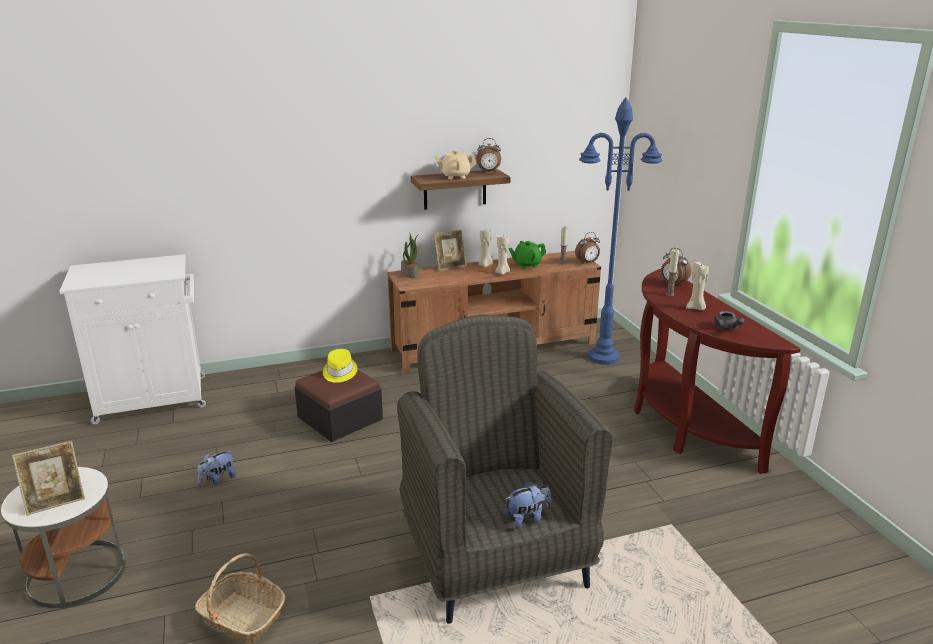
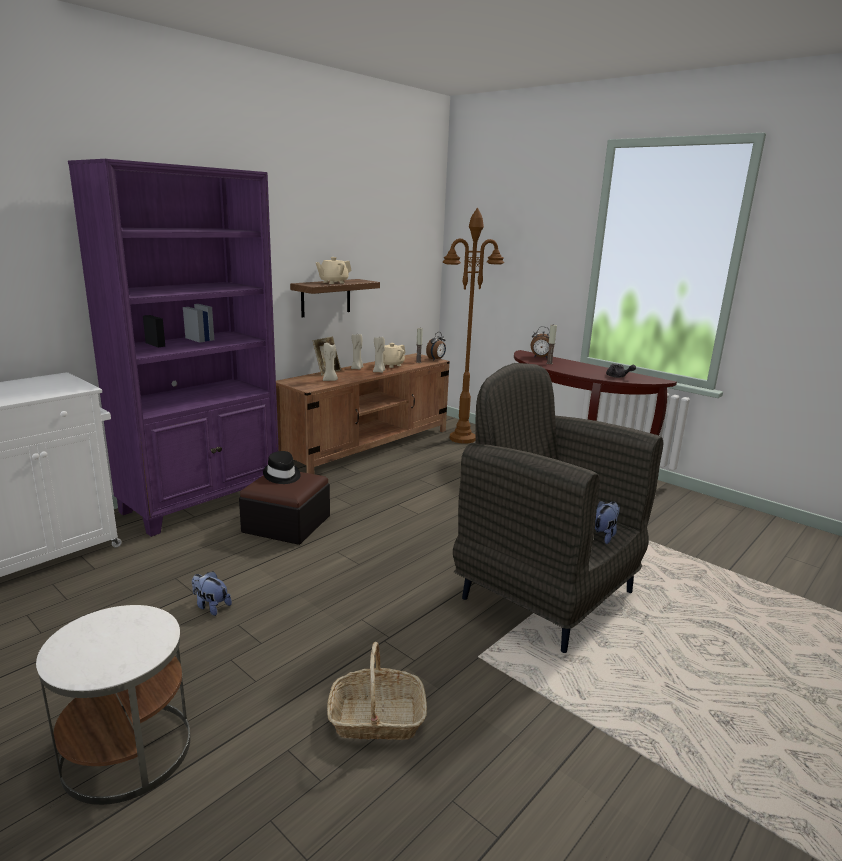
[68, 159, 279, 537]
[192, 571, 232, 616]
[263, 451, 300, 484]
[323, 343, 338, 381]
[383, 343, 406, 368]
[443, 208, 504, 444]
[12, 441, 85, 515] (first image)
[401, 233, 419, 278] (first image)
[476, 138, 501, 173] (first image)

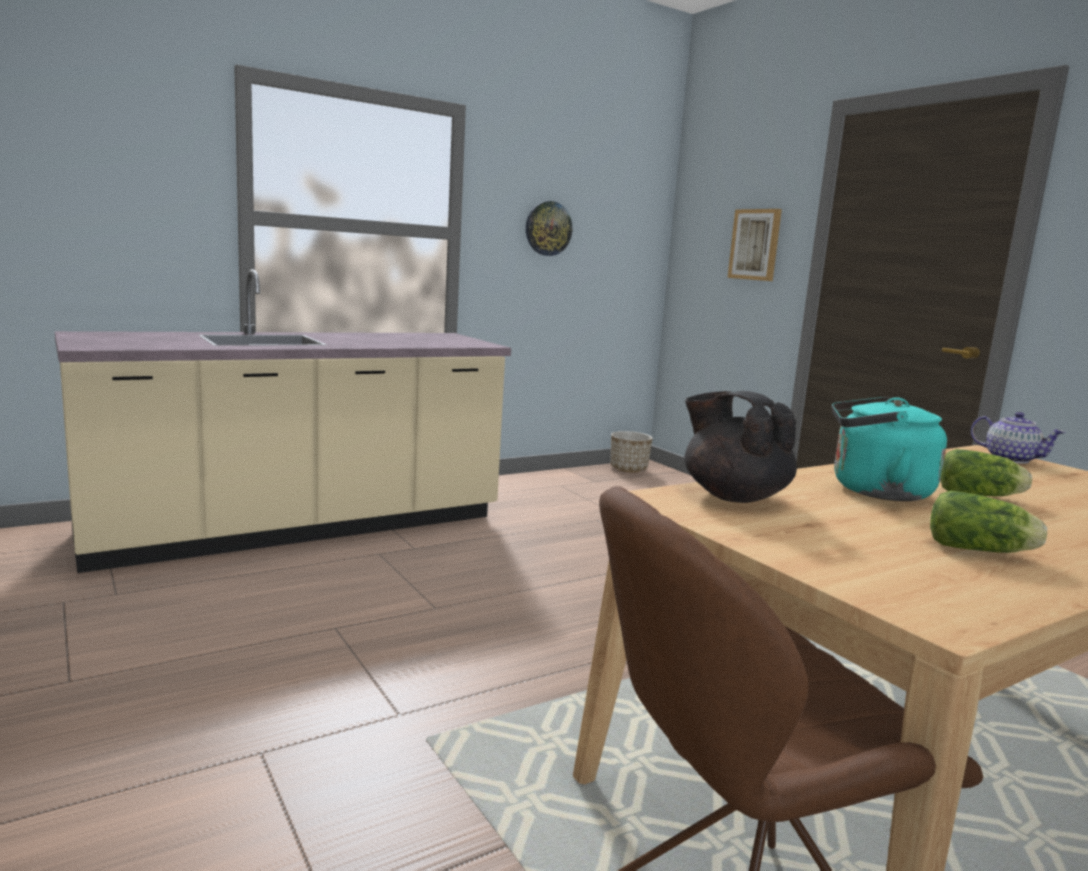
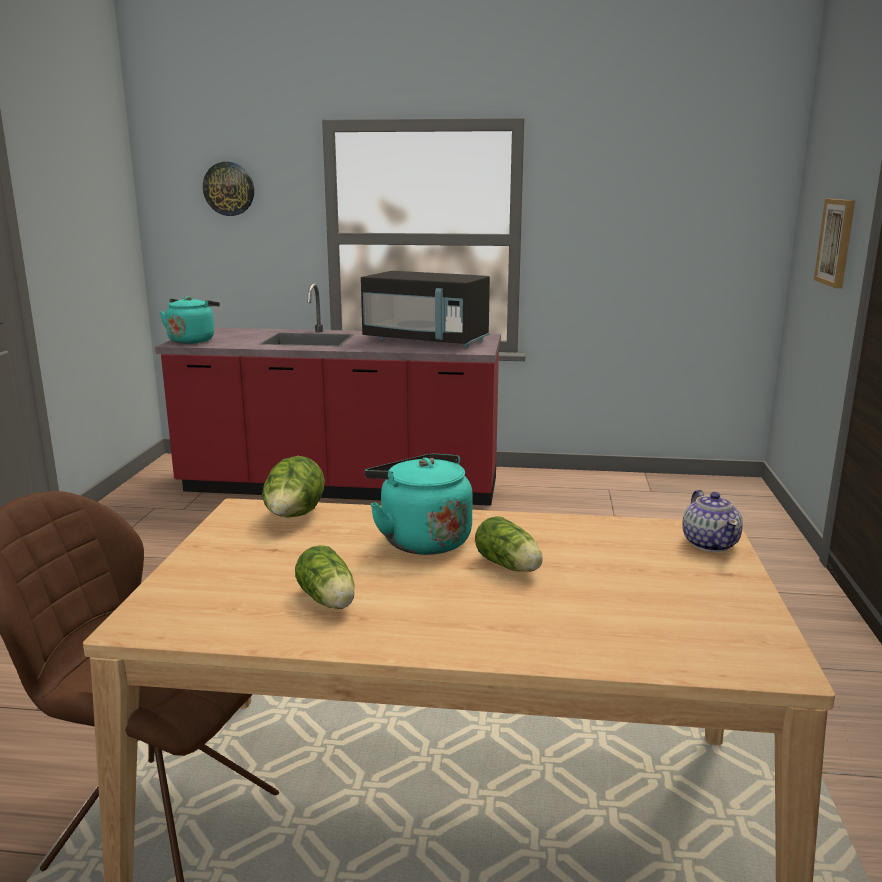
[155, 283, 501, 506]
[159, 296, 220, 344]
[203, 162, 254, 216]
[262, 456, 325, 518]
[361, 271, 490, 348]
[611, 431, 653, 472] (first image)

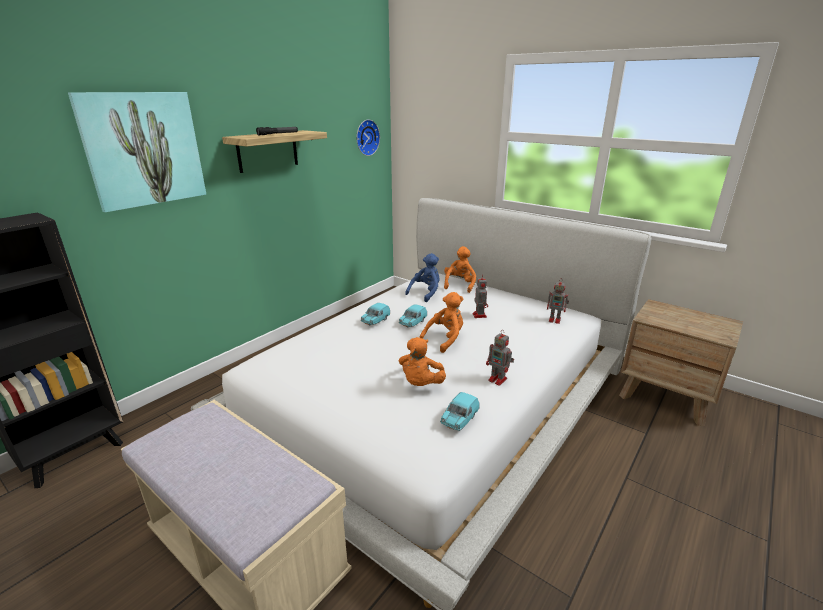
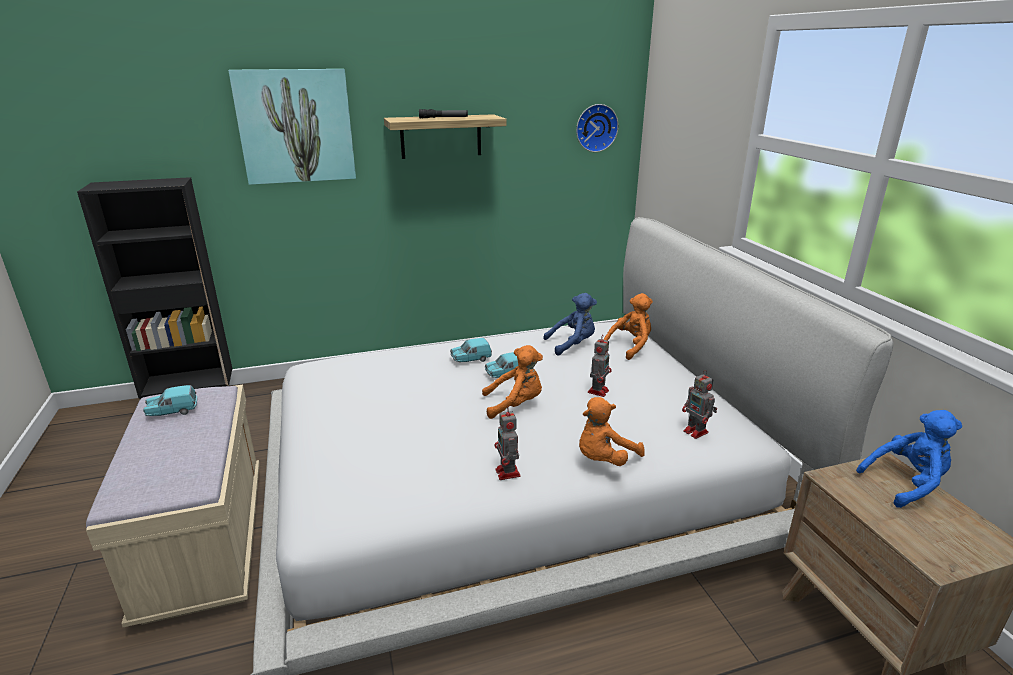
[143, 385, 197, 416]
[579, 397, 645, 466]
[856, 410, 962, 508]

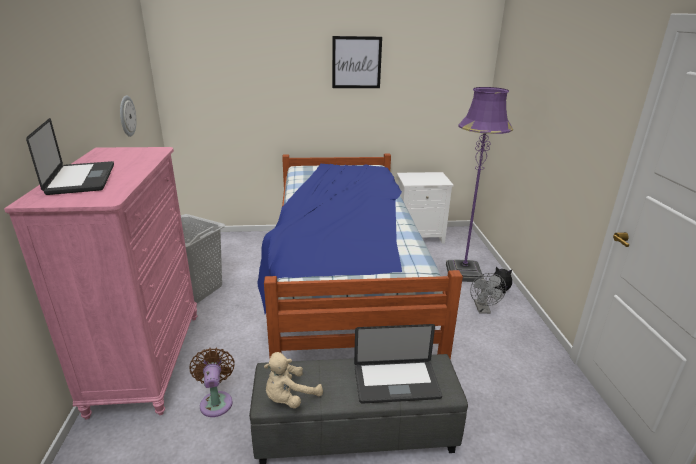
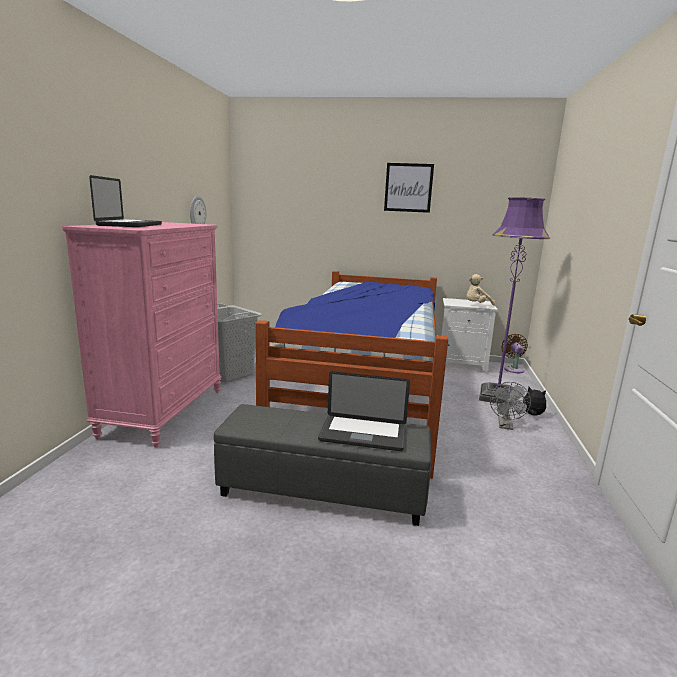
[466, 274, 495, 306]
[501, 334, 528, 373]

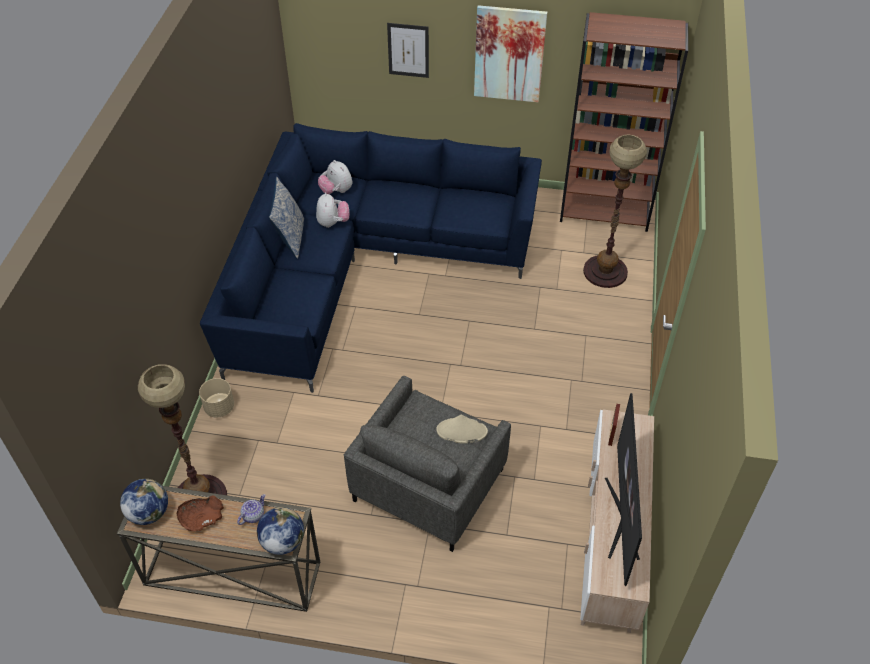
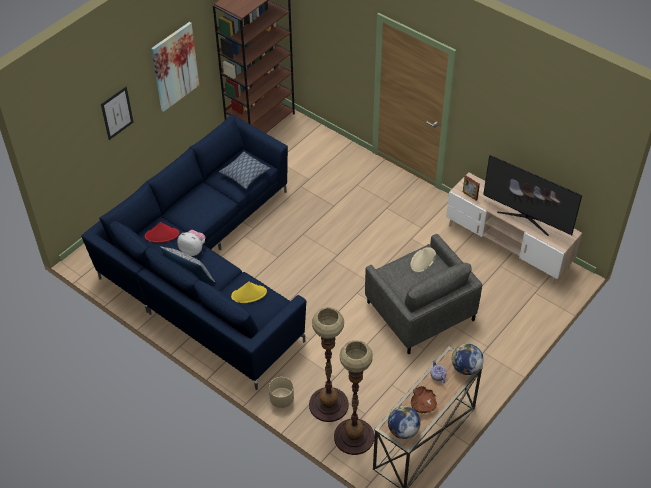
[145, 222, 179, 243]
[219, 152, 271, 189]
[231, 281, 267, 303]
[309, 308, 349, 422]

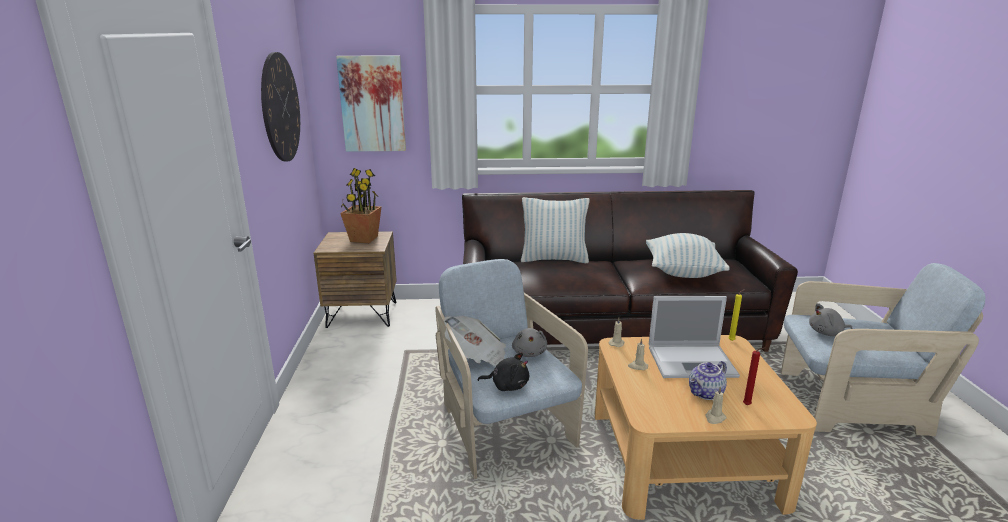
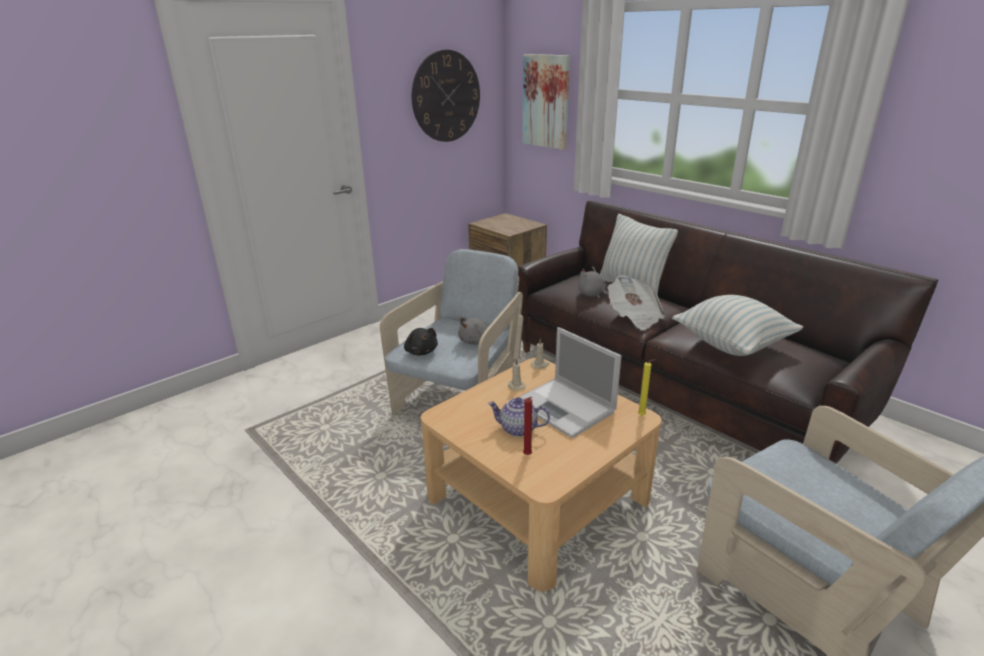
[578, 266, 609, 298]
[608, 275, 665, 330]
[340, 168, 381, 243] (first image)
[705, 386, 727, 424] (first image)

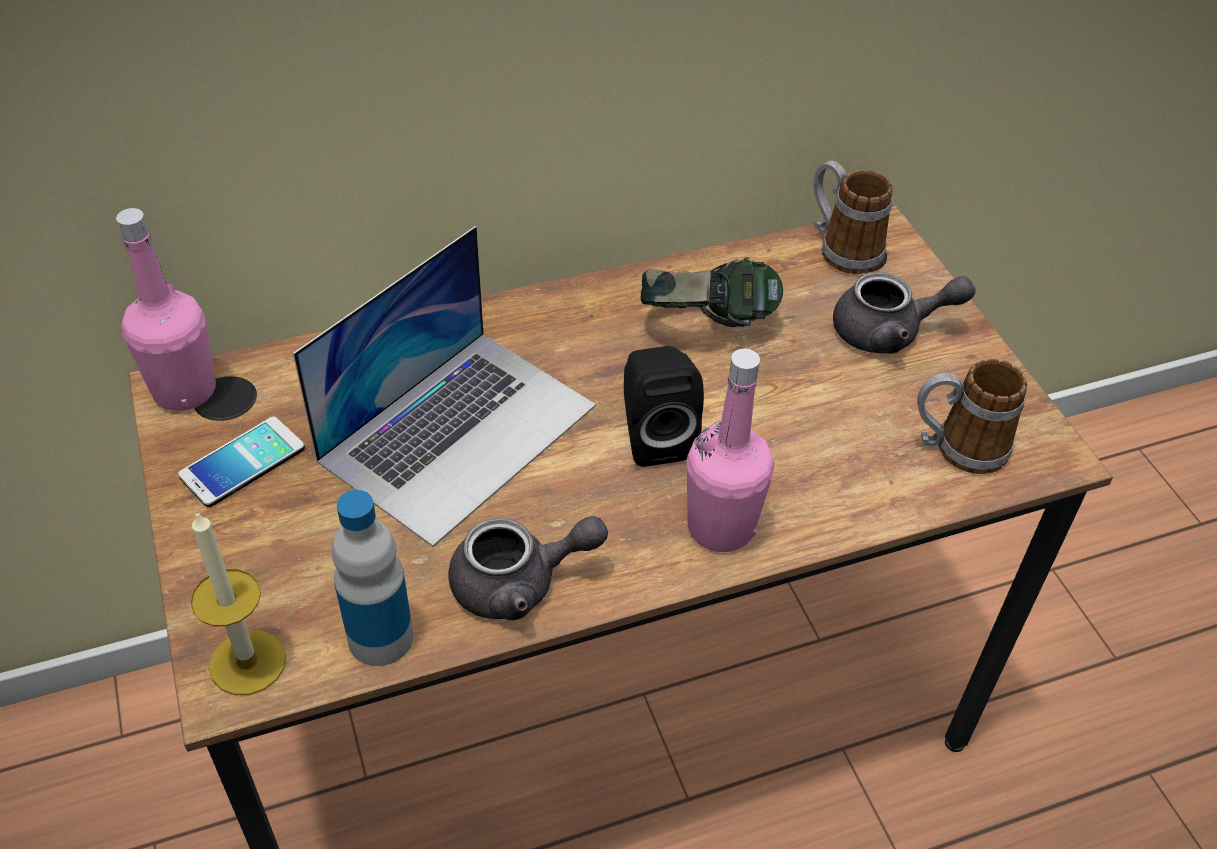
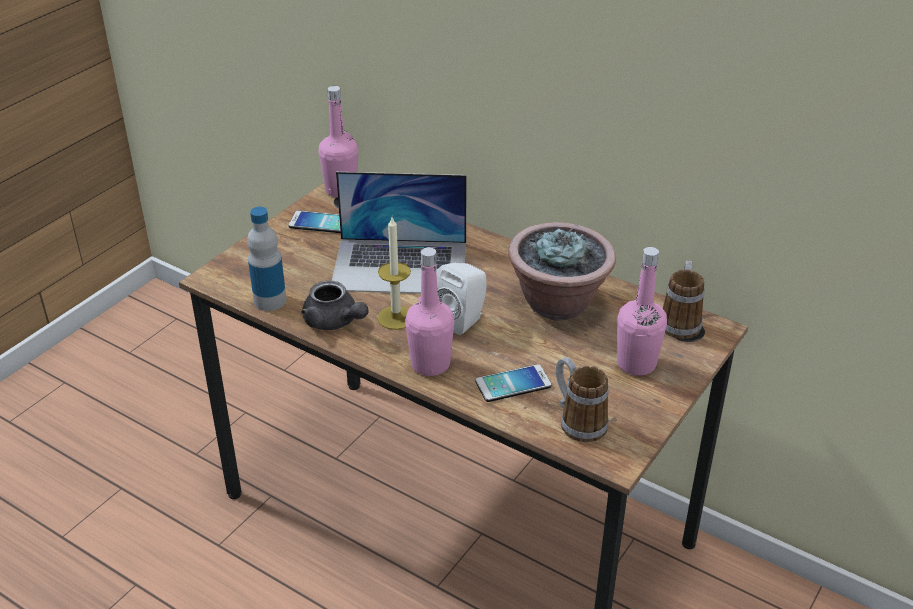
[378, 217, 411, 330]
[437, 263, 487, 335]
[476, 364, 551, 402]
[509, 222, 616, 321]
[617, 247, 667, 376]

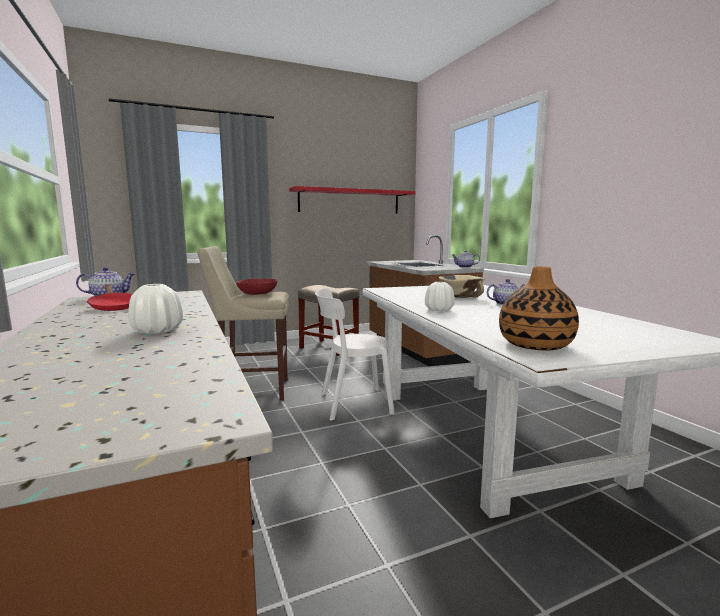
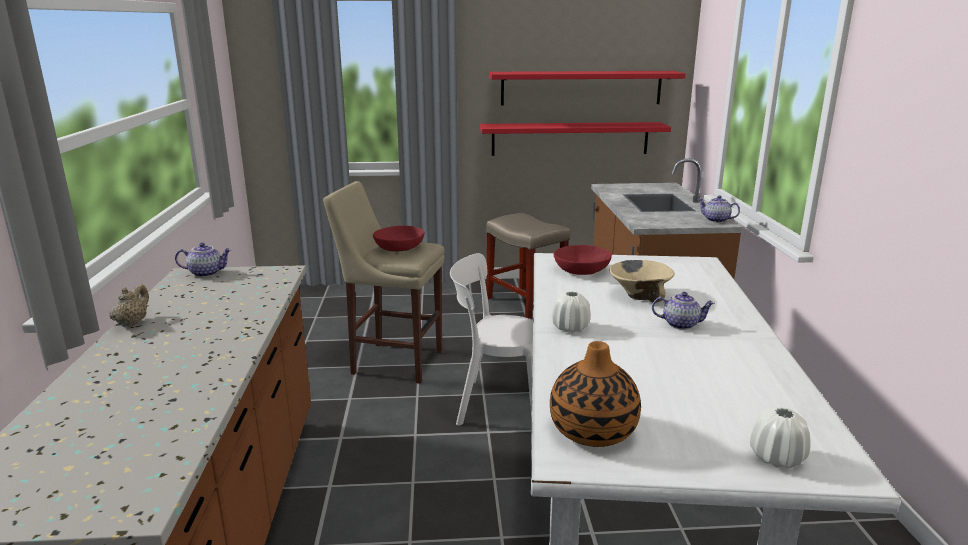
[109, 284, 149, 327]
[480, 122, 671, 156]
[554, 245, 612, 275]
[750, 407, 811, 468]
[87, 285, 132, 311] (first image)

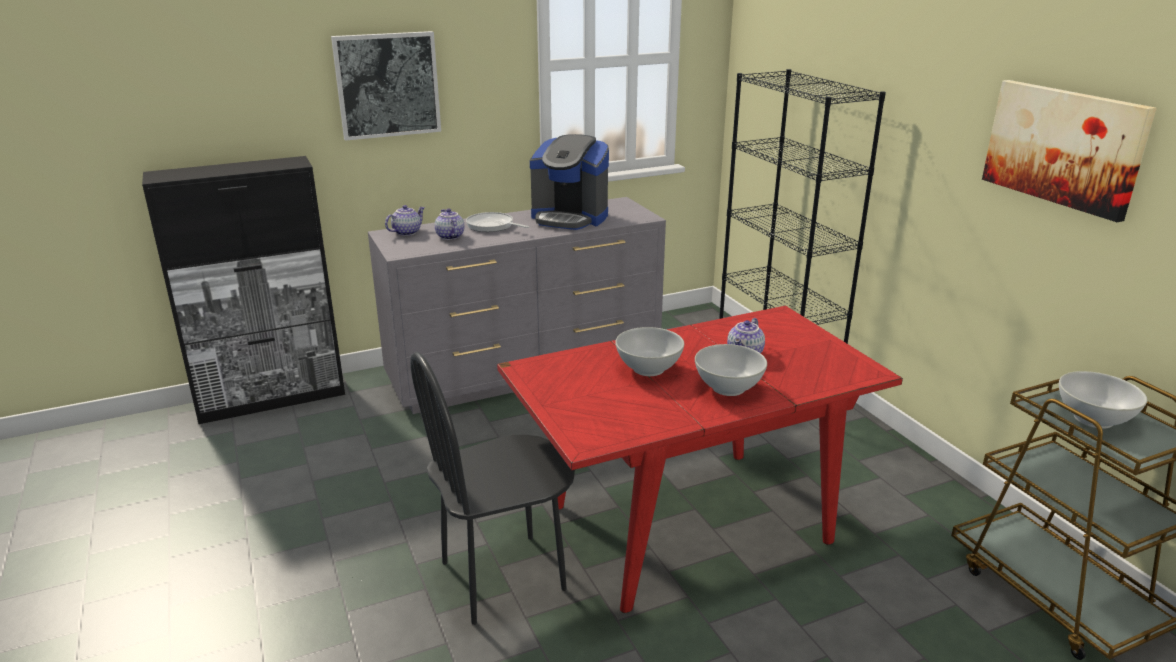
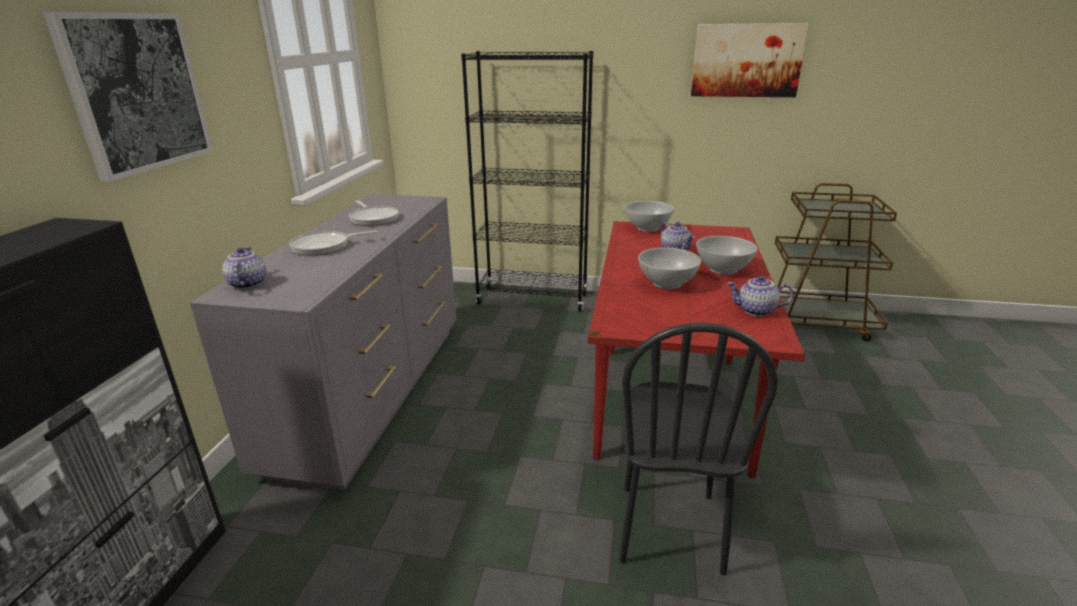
[349, 200, 399, 226]
[625, 201, 674, 232]
[727, 276, 793, 316]

